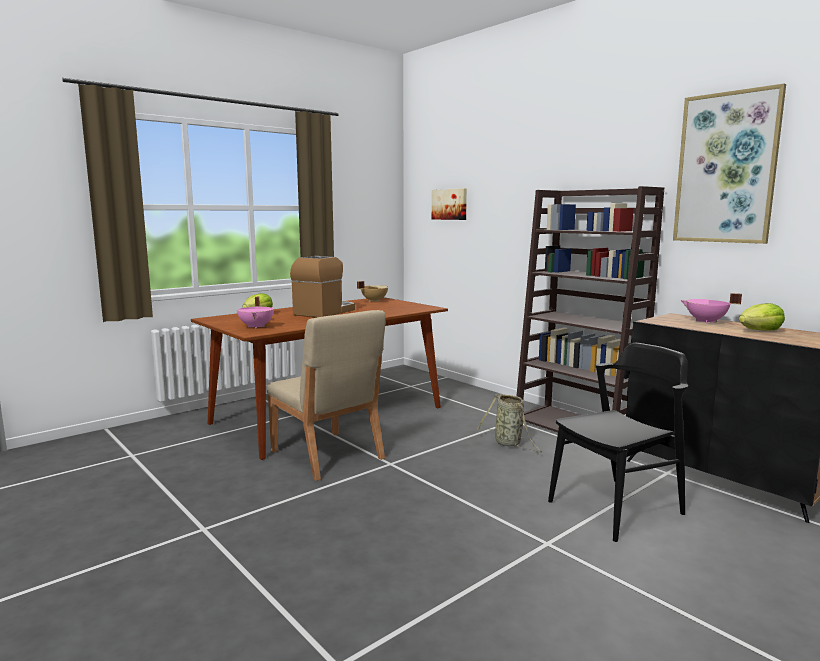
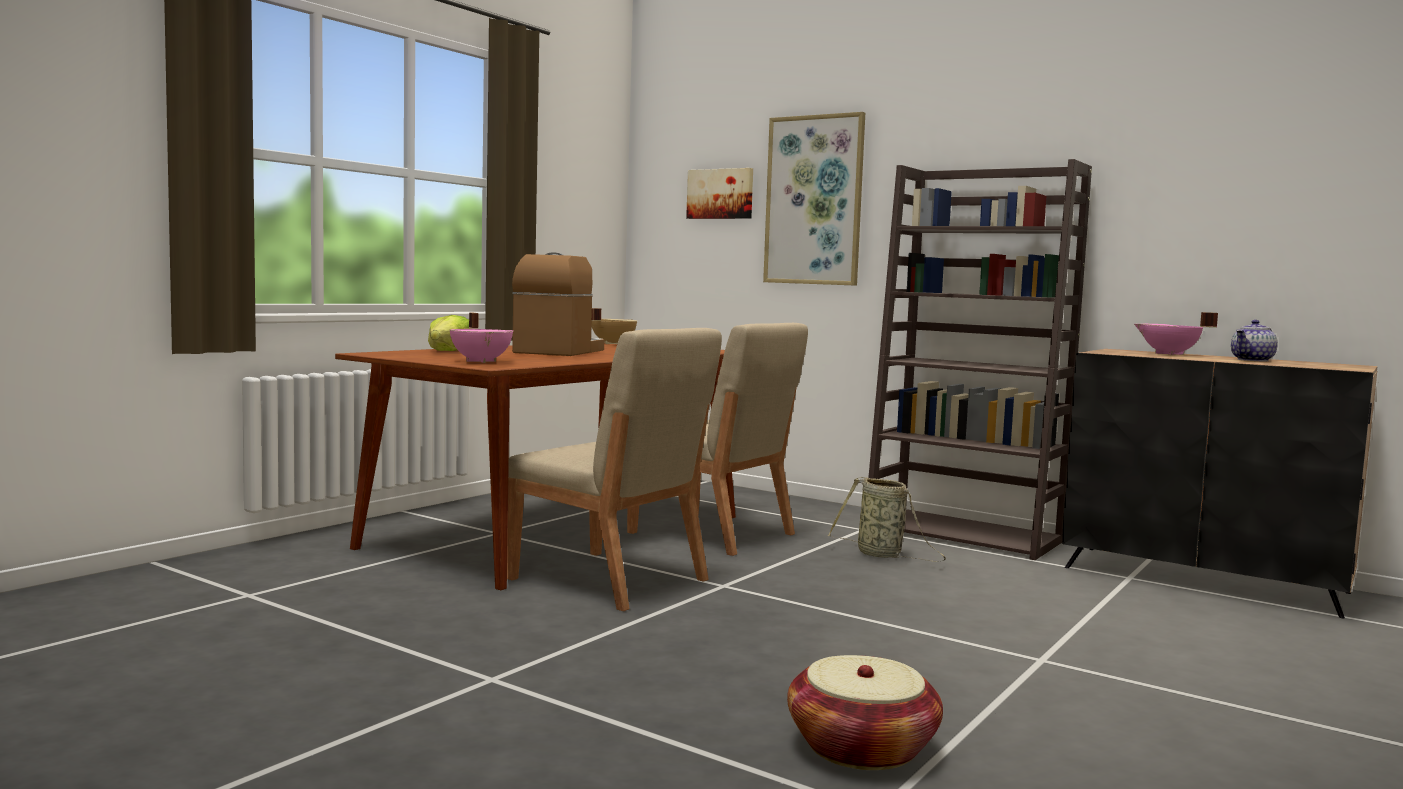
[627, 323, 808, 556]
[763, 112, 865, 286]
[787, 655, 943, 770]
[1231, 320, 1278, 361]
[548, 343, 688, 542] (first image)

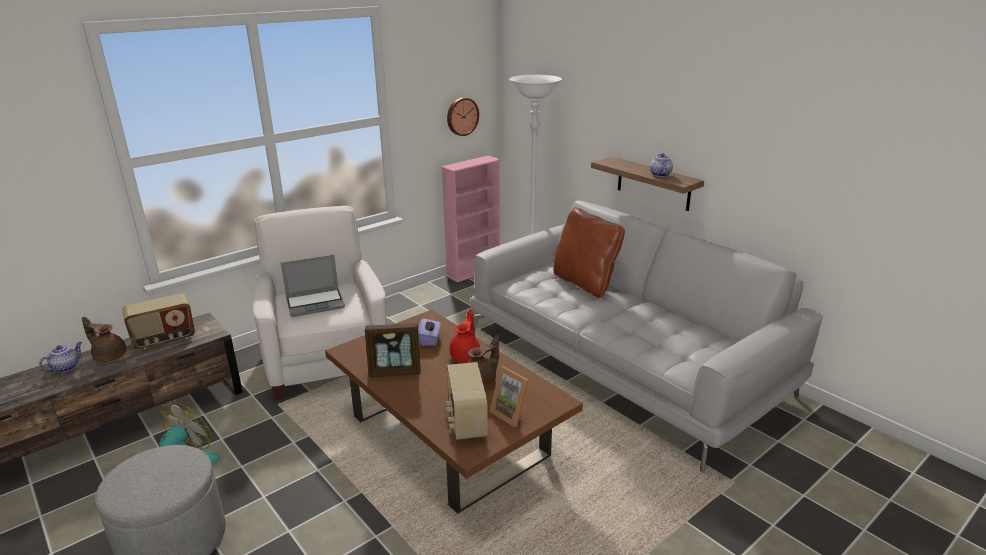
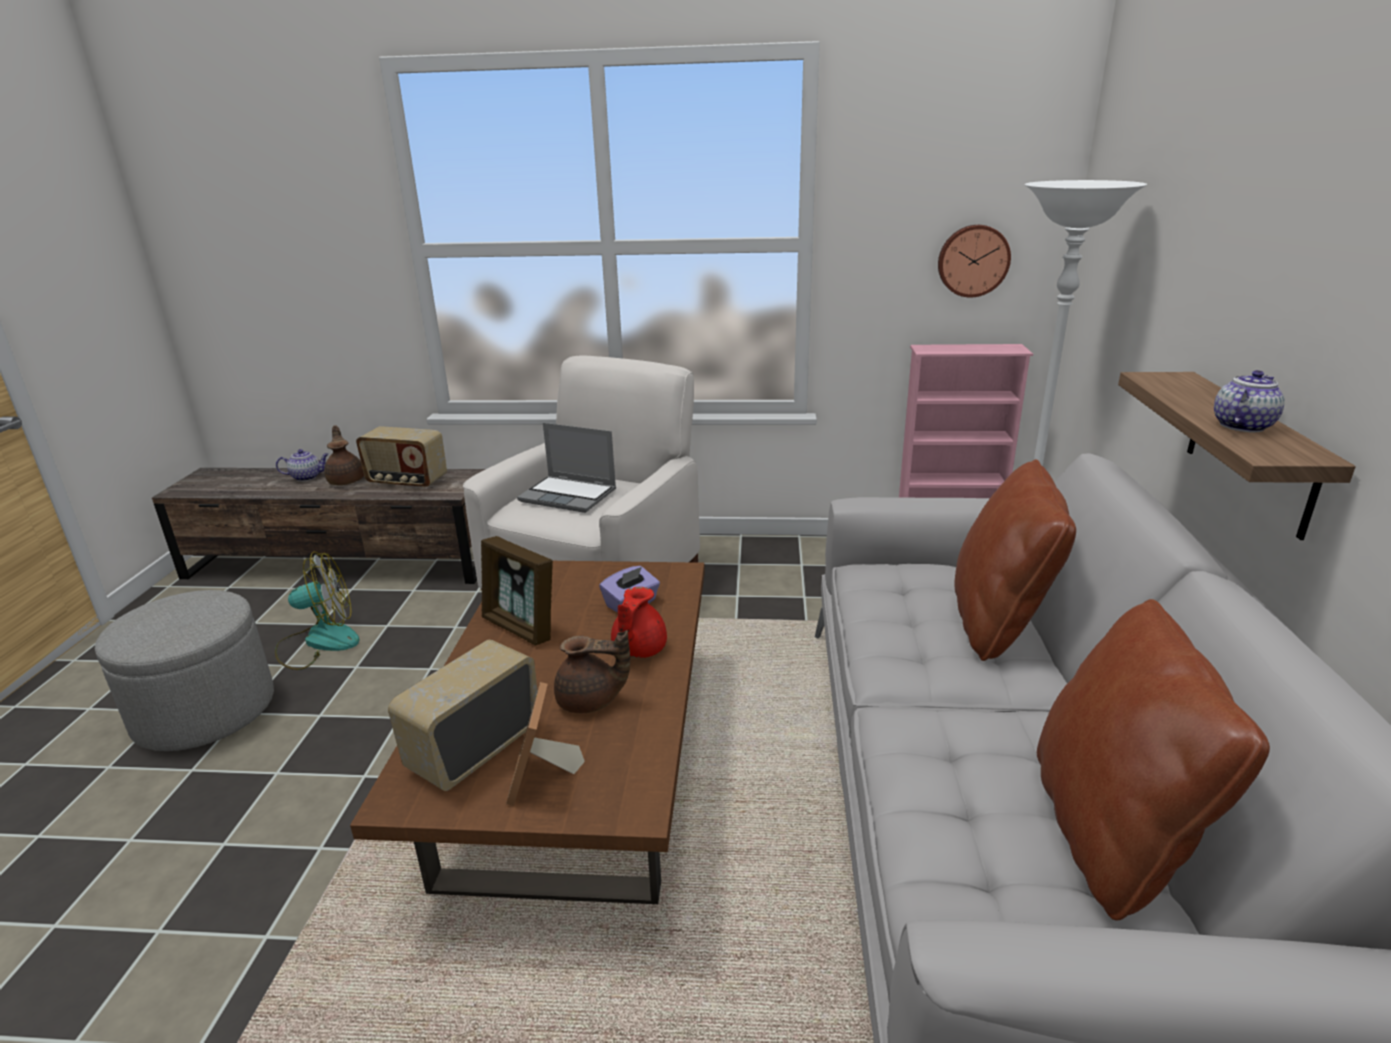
[611, 587, 667, 658]
[1037, 599, 1270, 920]

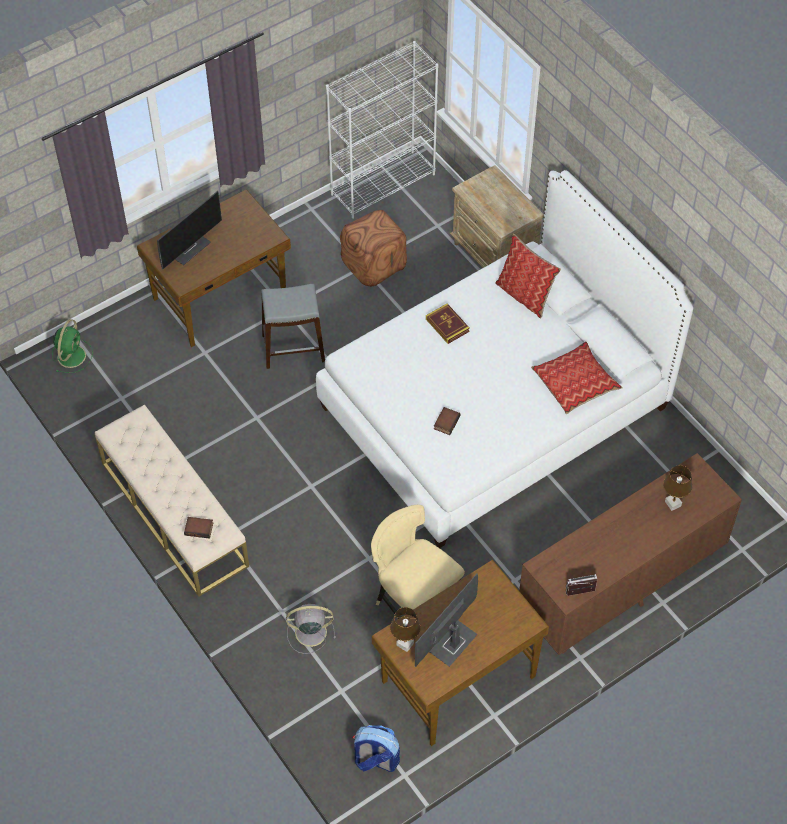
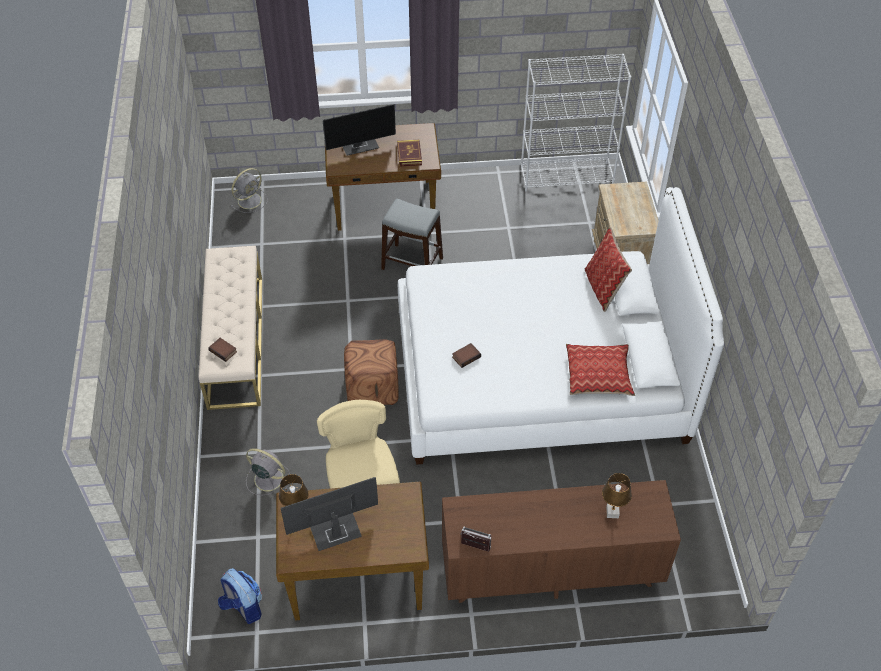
[231, 168, 268, 213]
[344, 339, 399, 405]
[397, 140, 422, 167]

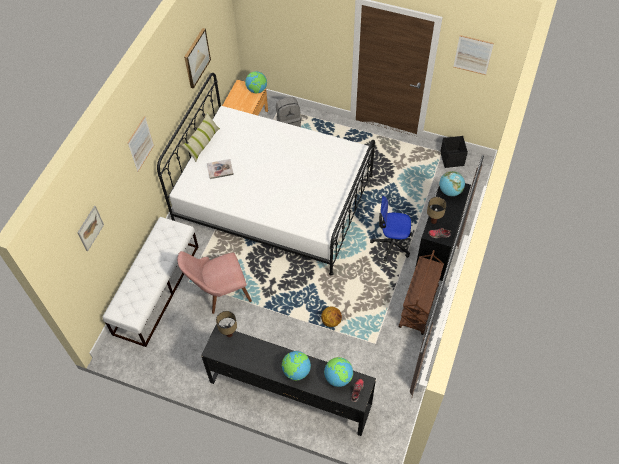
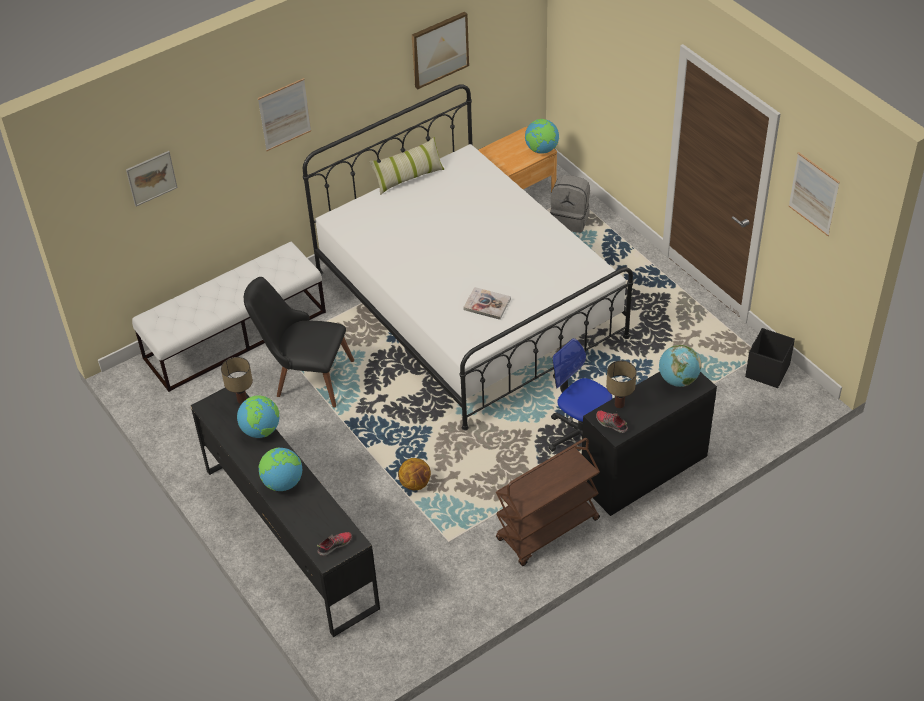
[237, 395, 279, 438]
[244, 277, 354, 407]
[463, 287, 511, 320]

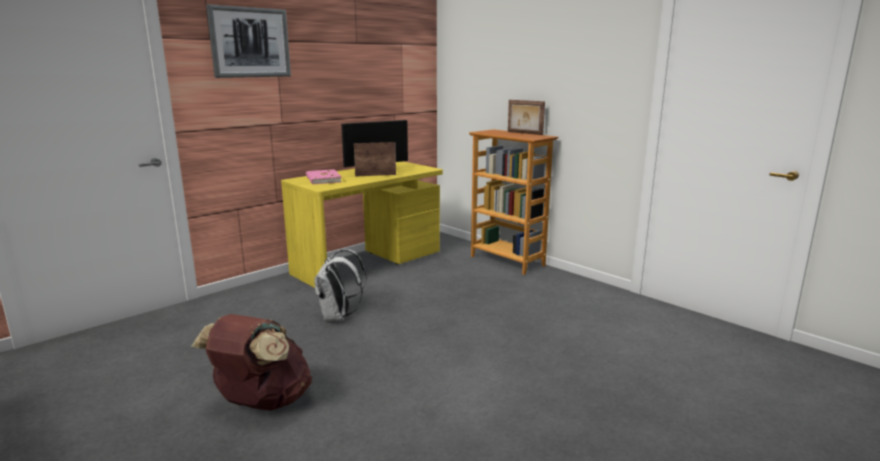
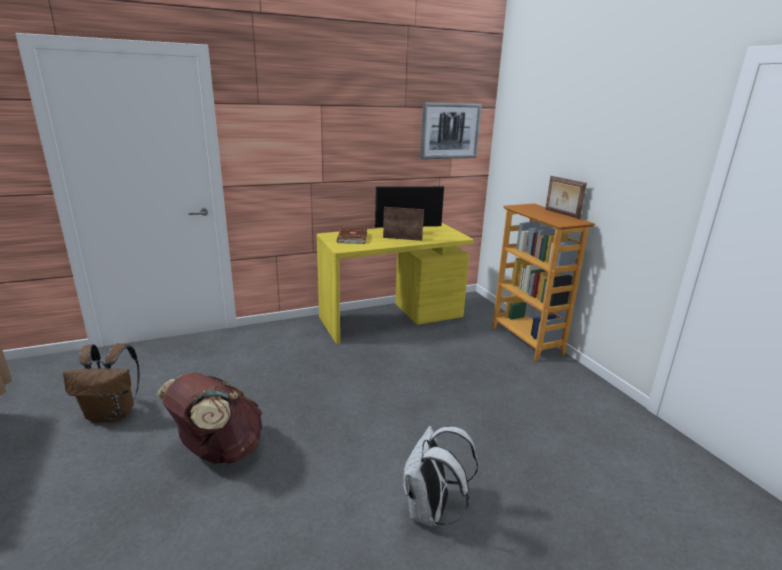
[63, 343, 139, 423]
[337, 227, 367, 244]
[403, 426, 478, 527]
[420, 102, 482, 159]

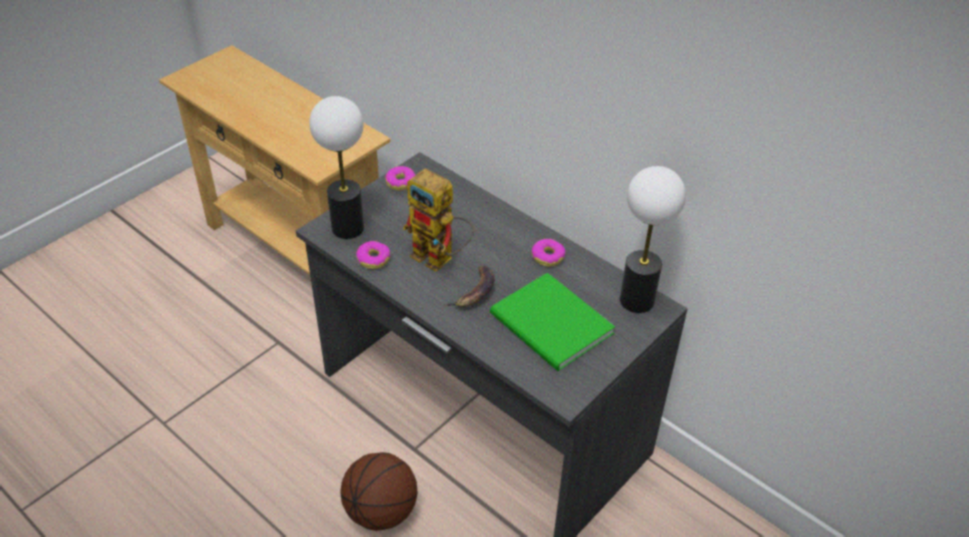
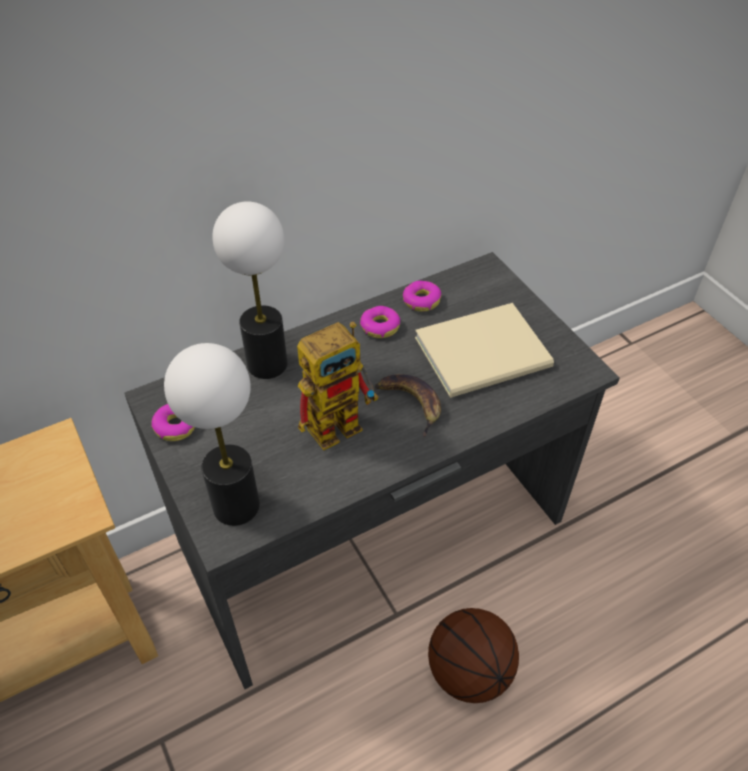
[212, 201, 287, 379]
[403, 281, 442, 312]
[415, 303, 554, 398]

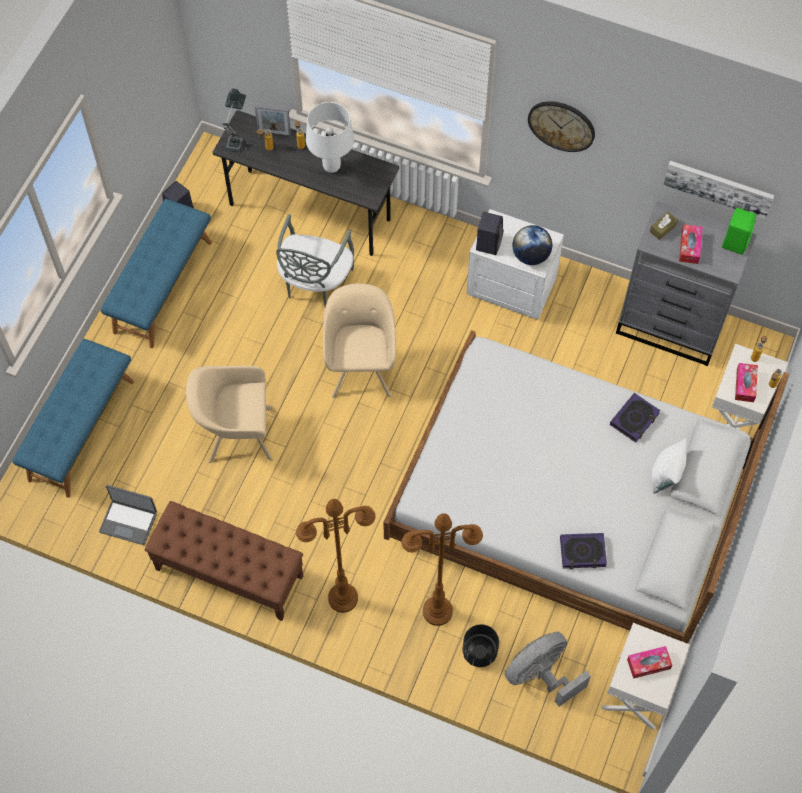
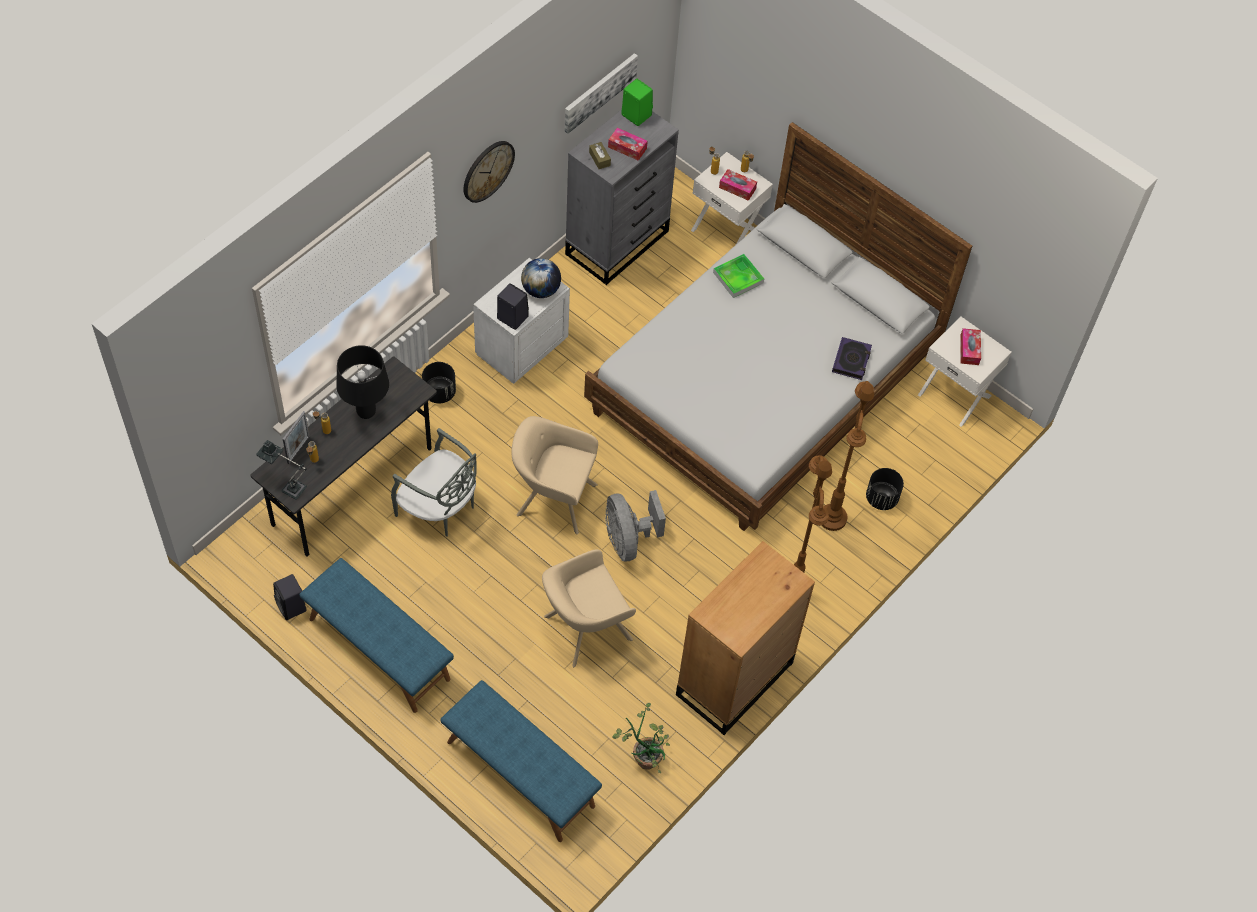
[336, 345, 389, 419]
[422, 362, 456, 403]
[542, 549, 636, 667]
[605, 490, 666, 561]
[613, 703, 670, 773]
[676, 541, 815, 735]
[713, 254, 764, 298]
[652, 438, 687, 494] (first image)

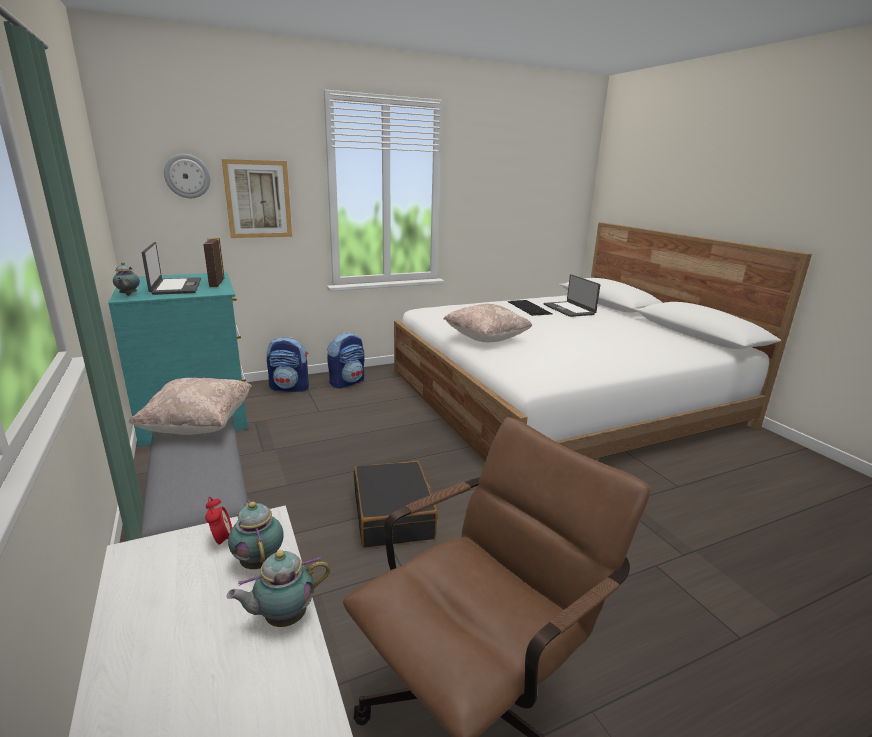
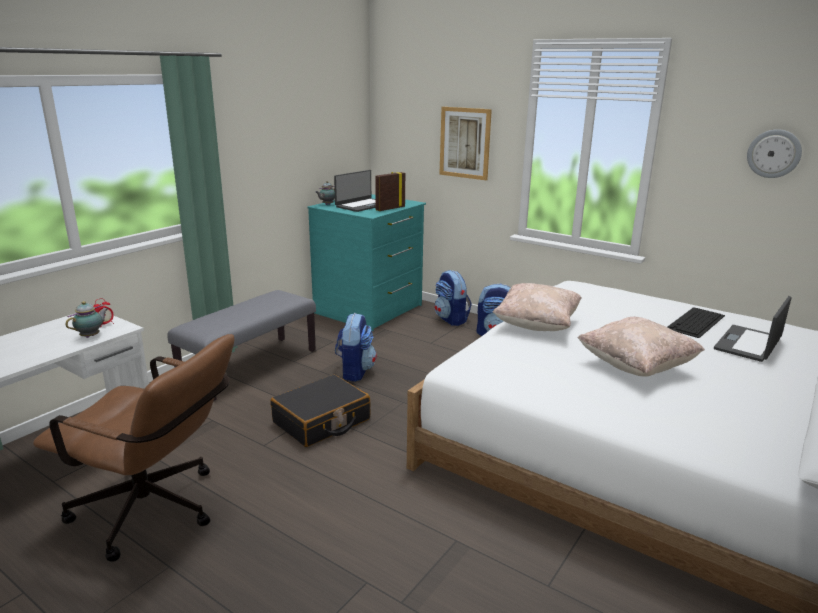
[335, 313, 377, 382]
[577, 317, 705, 377]
[747, 129, 802, 178]
[227, 550, 330, 627] (first image)

